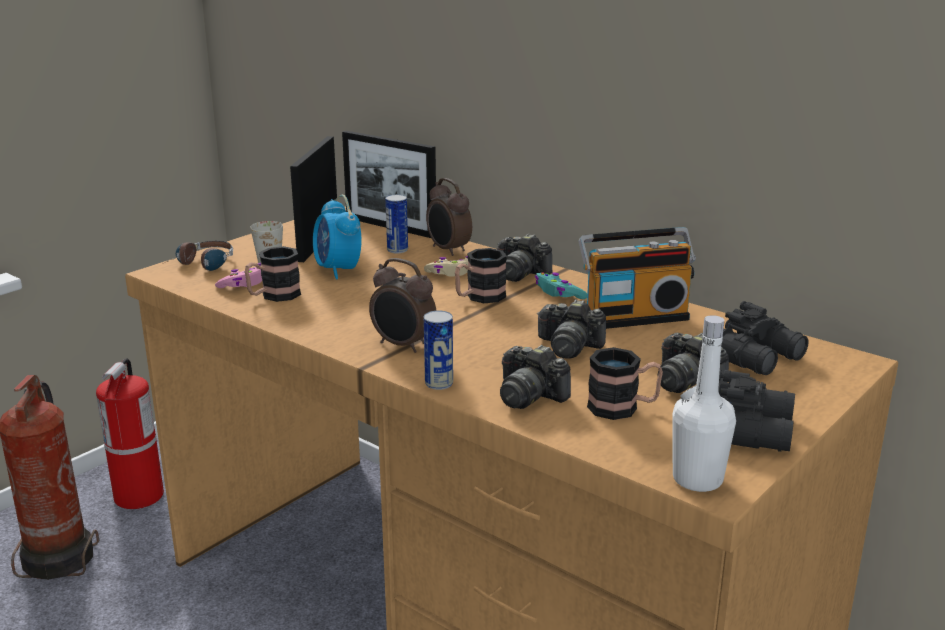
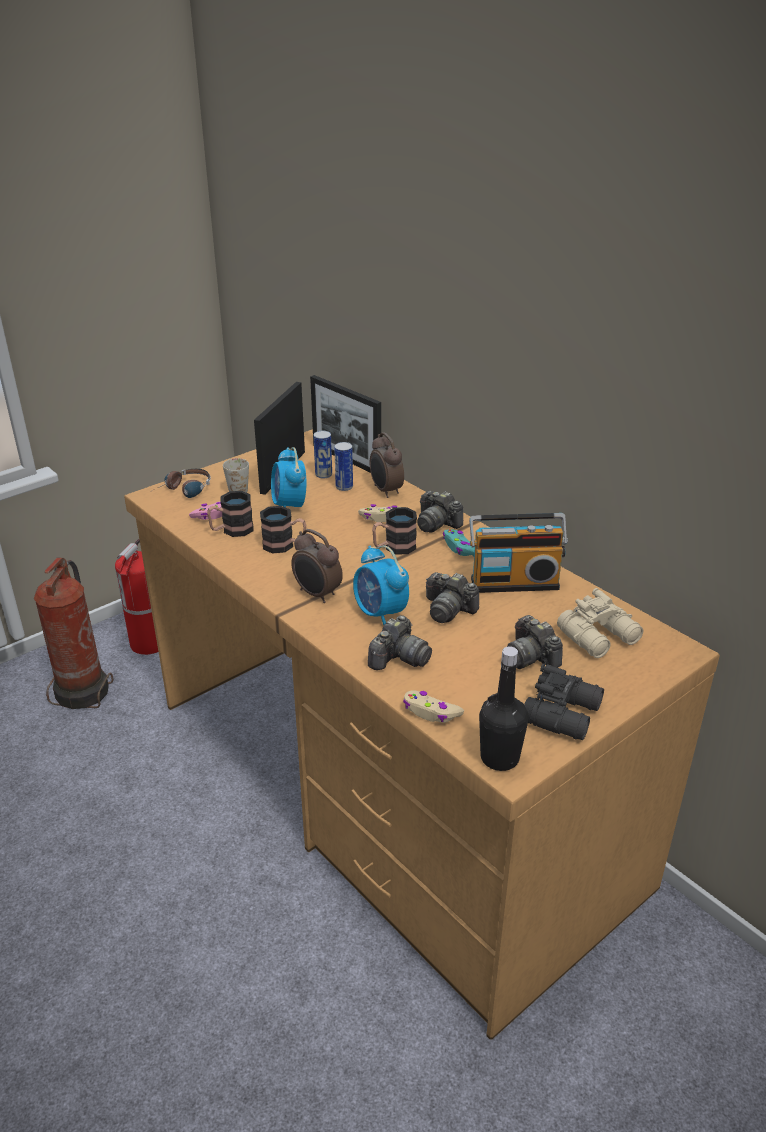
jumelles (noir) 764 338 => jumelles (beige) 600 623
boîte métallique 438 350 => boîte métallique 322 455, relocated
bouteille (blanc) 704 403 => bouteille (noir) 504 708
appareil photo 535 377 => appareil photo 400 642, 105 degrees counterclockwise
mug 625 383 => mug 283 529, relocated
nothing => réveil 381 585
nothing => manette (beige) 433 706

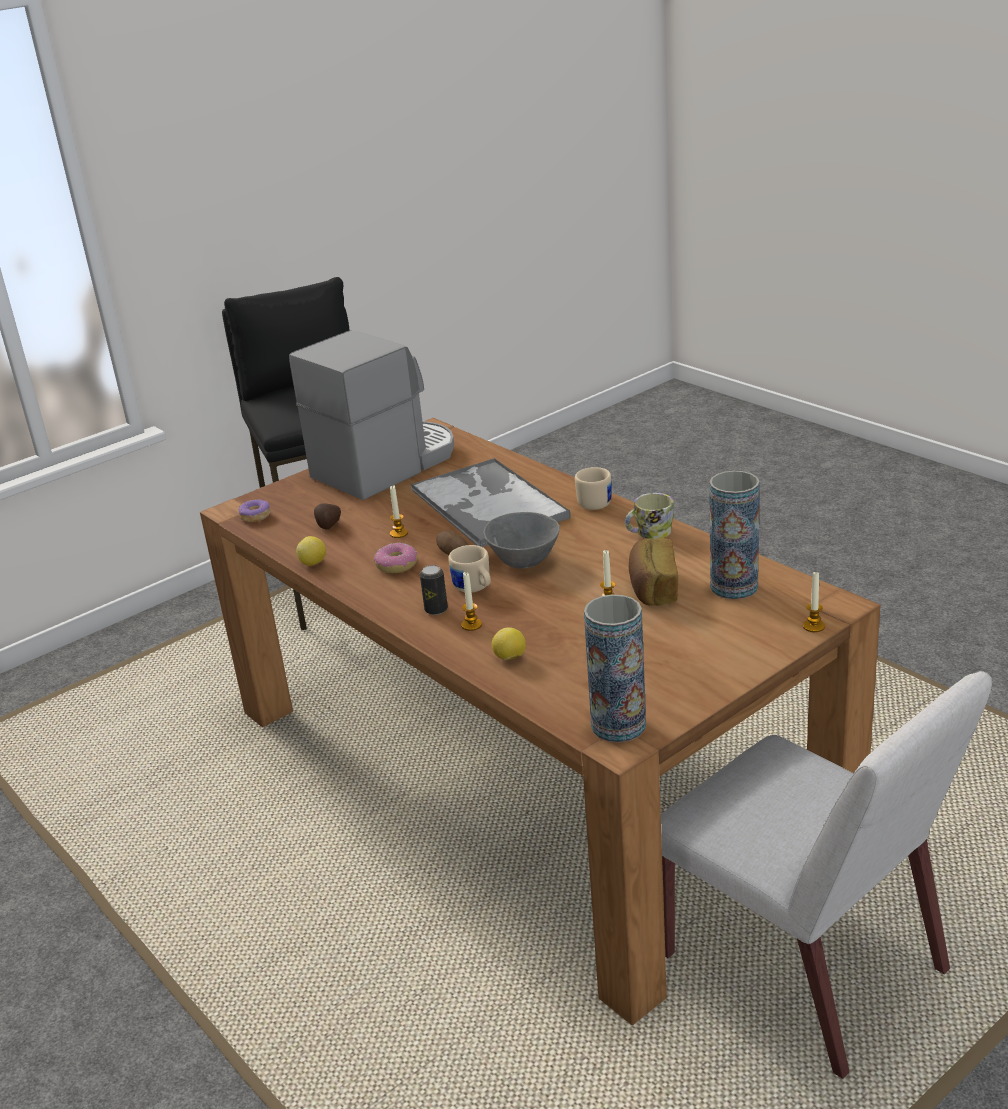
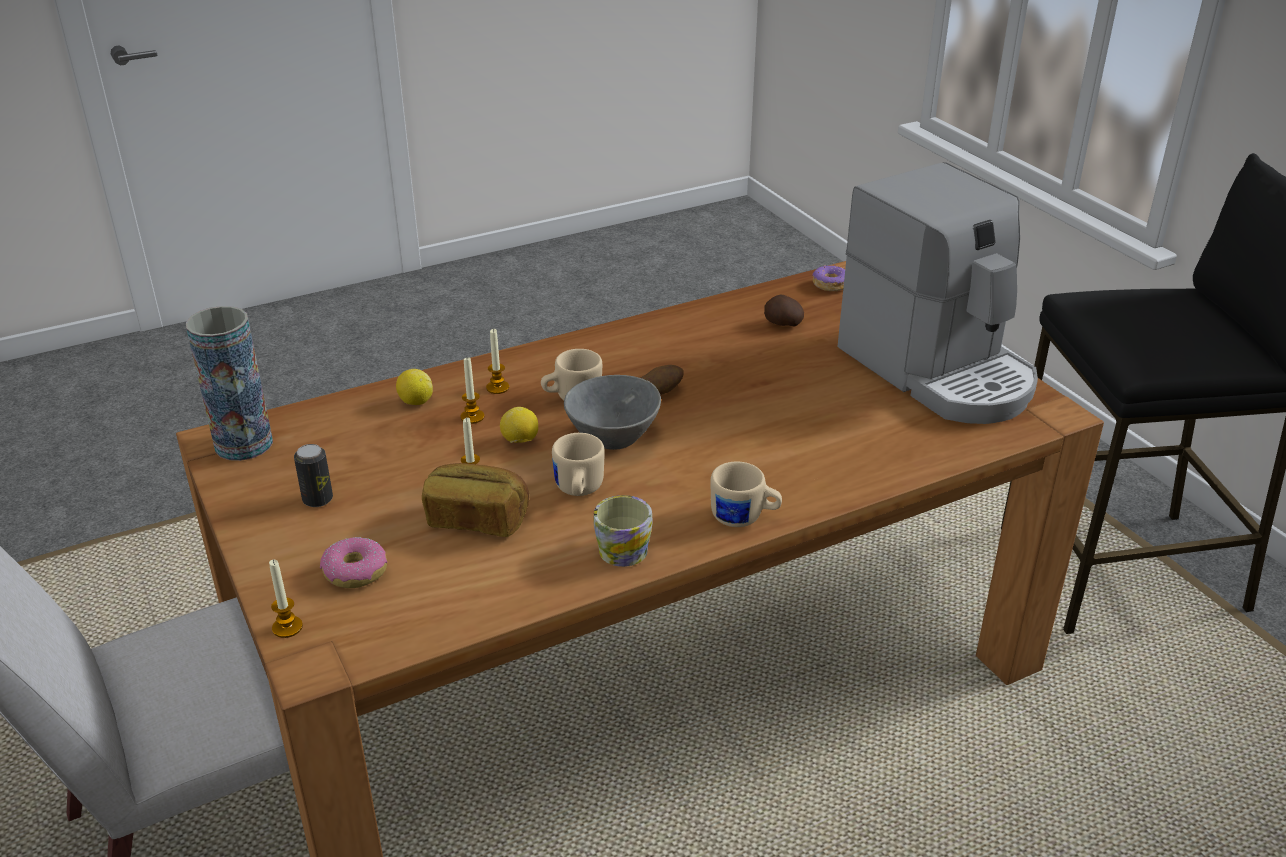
plateau 490 502 => nothing
vase 734 535 => nothing
bougie 399 512 => bougie 472 390, relocated
citron 311 551 => citron 519 425, relocated
beignet 396 558 => beignet 353 562, relocated
boîte métallique 434 590 => boîte métallique 313 475, relocated
nothing => mug (beige) 578 464

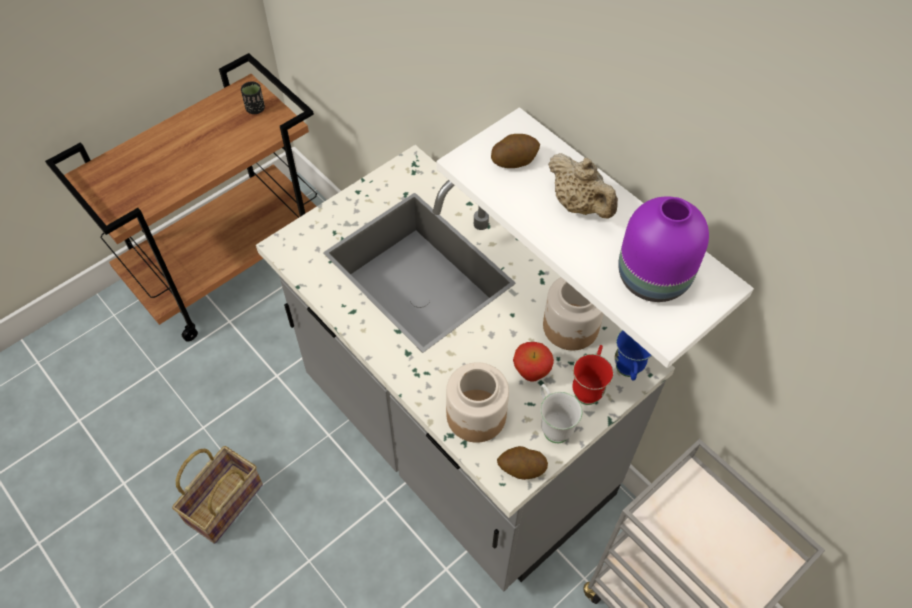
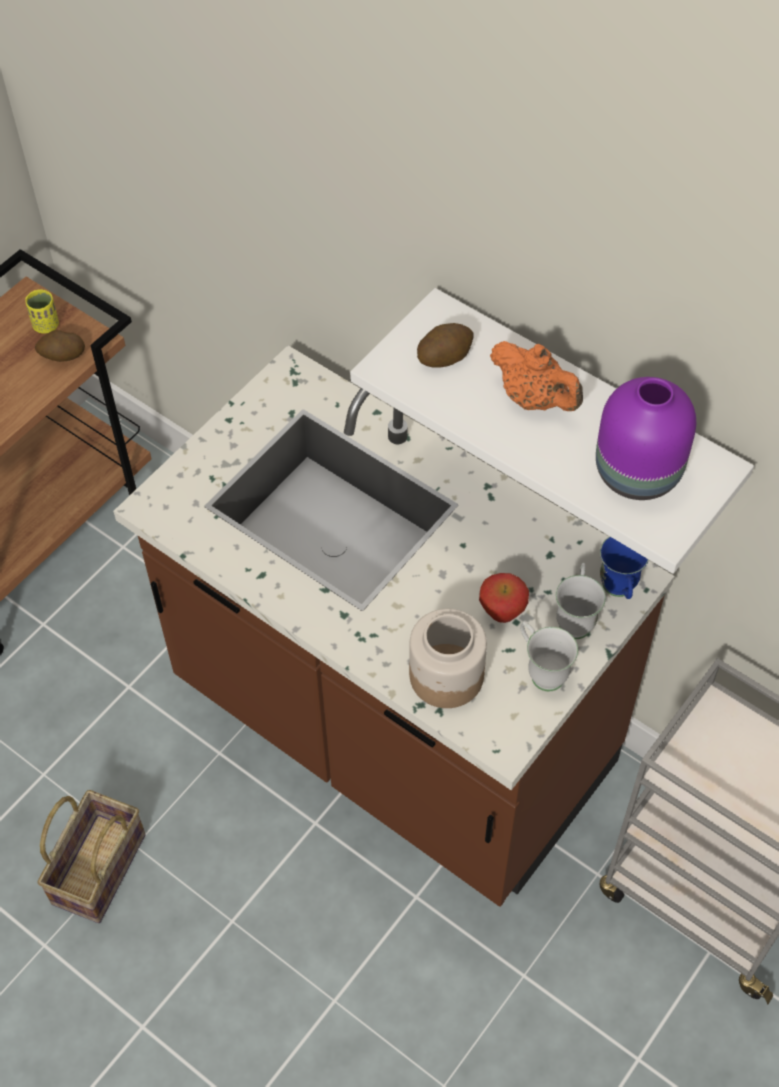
tasse (noir) 253 97 => tasse (jaune) 42 311
comptoir de cuisine (gris) 465 368 => comptoir de cuisine (marron) 393 626
théière (beige) 583 186 => théière (orange) 536 376
bocal 573 313 => nothing
mug (rouge) 593 375 => mug (blanc) 581 601
pomme de terre 522 463 => pomme de terre 60 346, relocated

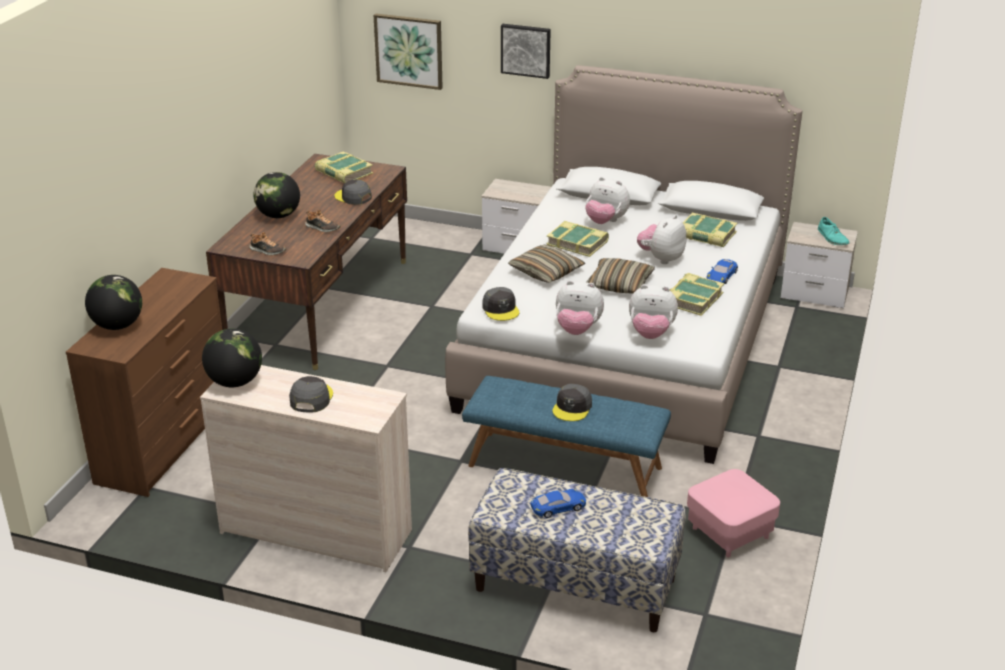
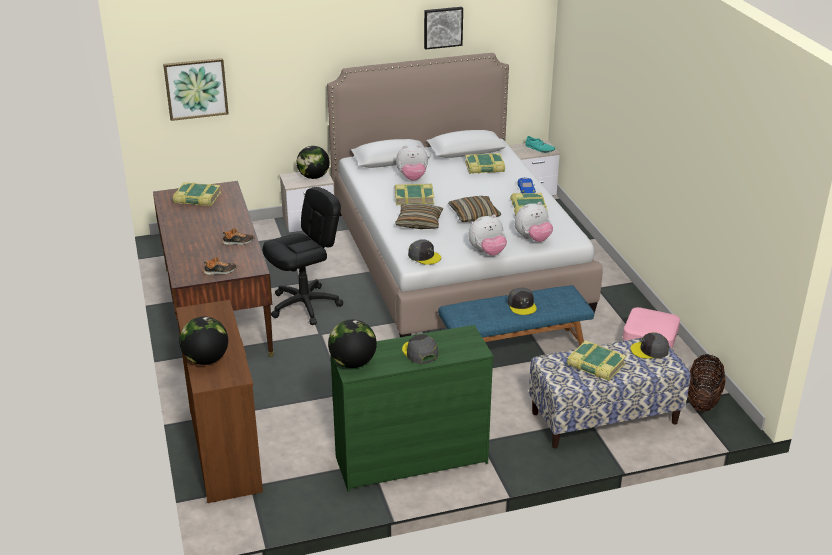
tableau 526 51 => tableau 443 28, relocated
globe 276 195 => globe 313 162, relocated
casquette (gris) 353 192 => casquette (gris) 649 345, relocated
peluche 662 239 => nothing
commode (beige) 306 468 => commode (vert) 412 408
petite voiture (bleu) 558 503 => livre 596 360
nothing => chaise de bureau (noir) 303 256
nothing => panier 706 383

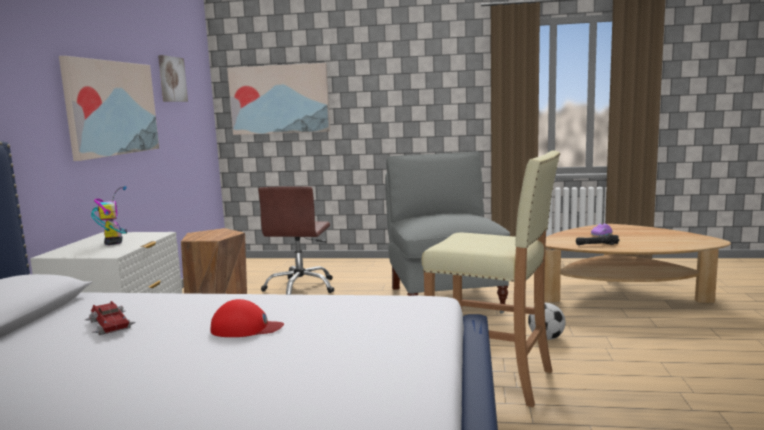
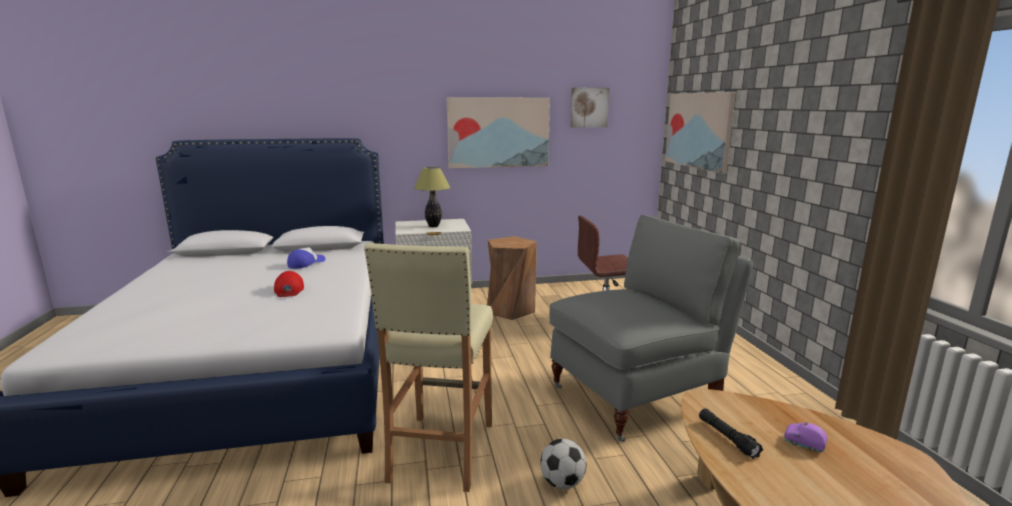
robot jouet 109 215 => lampe de table 432 197
petite voiture 110 318 => casquette 306 258

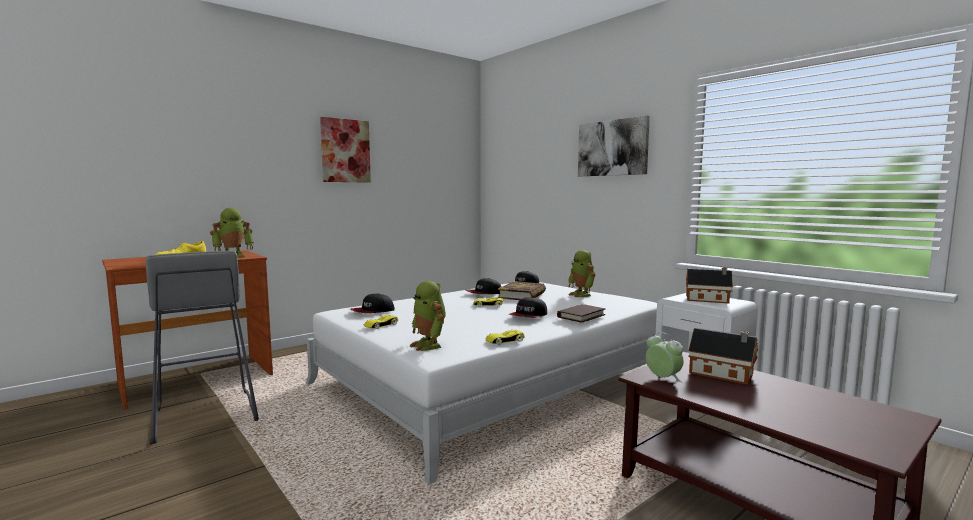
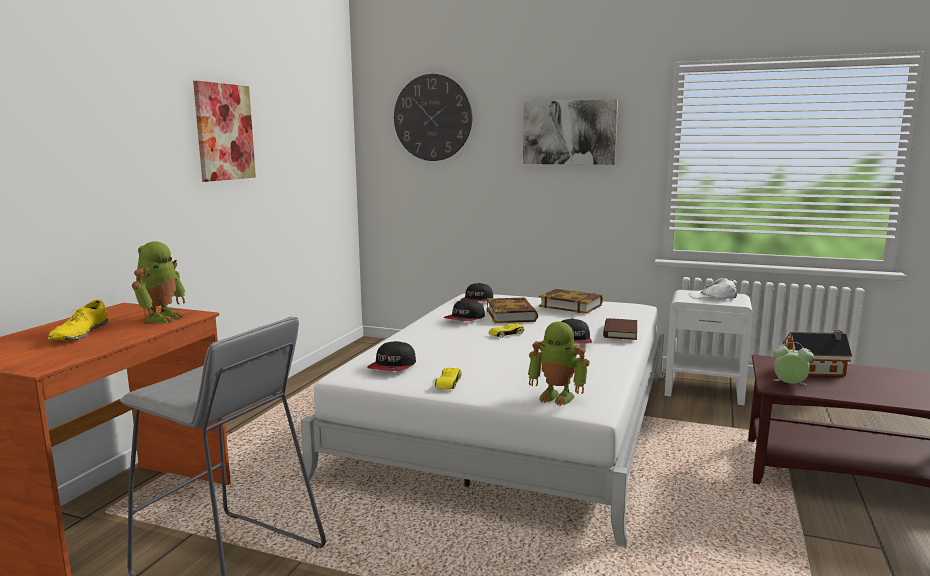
robot jouet 581 273 => livre 571 301
maison miniature 709 285 => casquette (blanc) 713 288
petite voiture (jaune) 505 337 => nothing
nothing => horloge murale 433 117

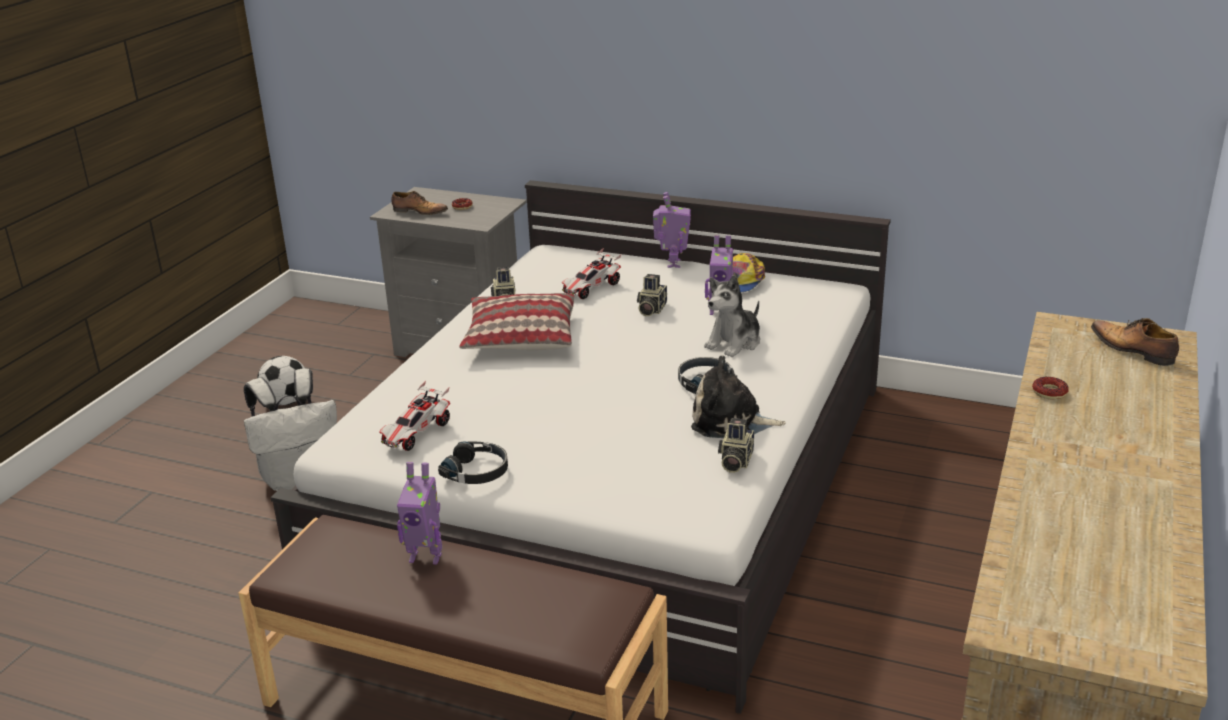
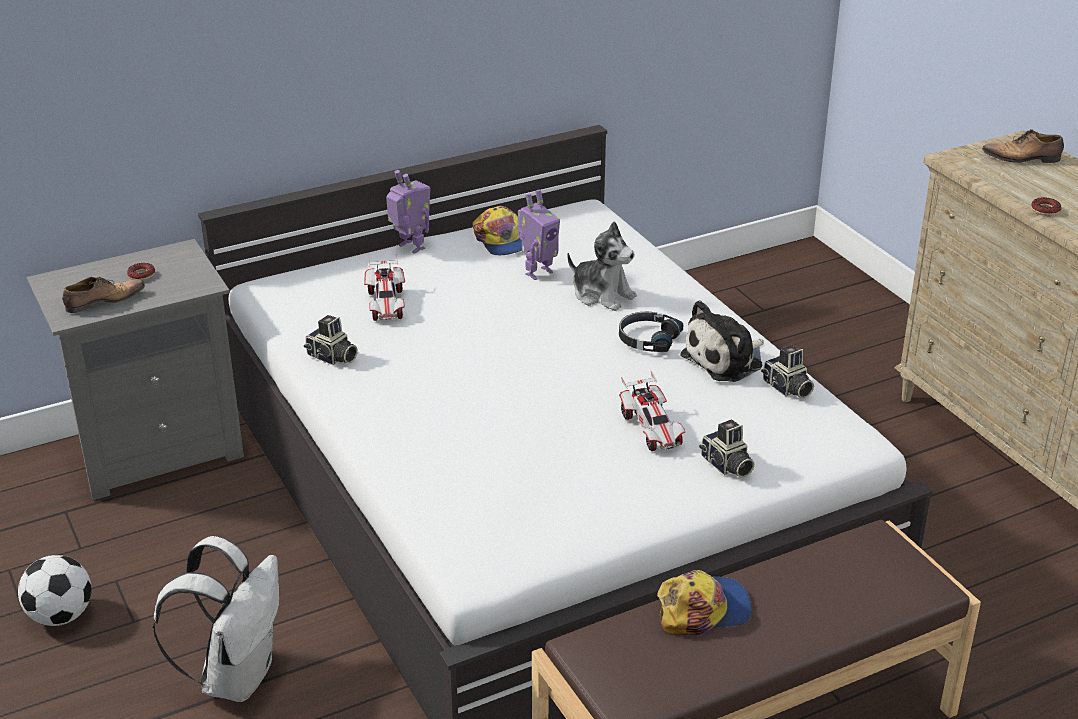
appareil photo 652 295 => appareil photo 727 448, relocated
peluche 732 316 => peluche 602 266, 45 degrees counterclockwise
coussin 517 321 => nothing
petite voiture 414 416 => petite voiture 652 411, relocated
casque audio (noir) 473 462 => nothing
robot jouet 419 513 => casquette 704 602

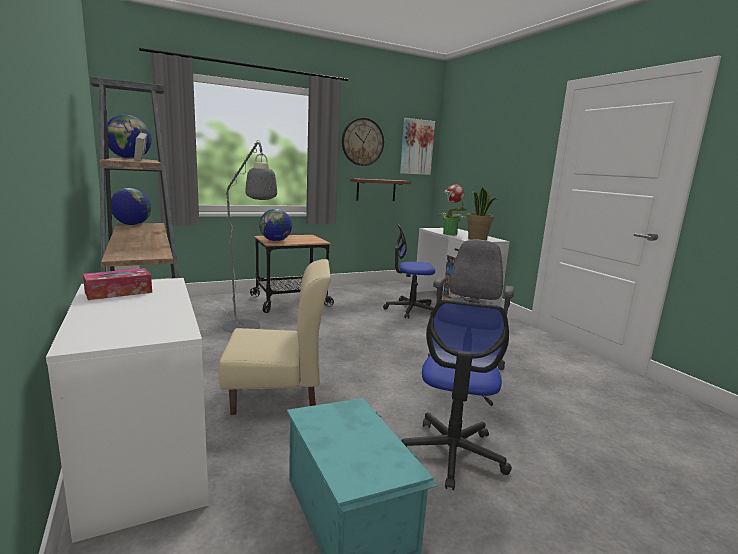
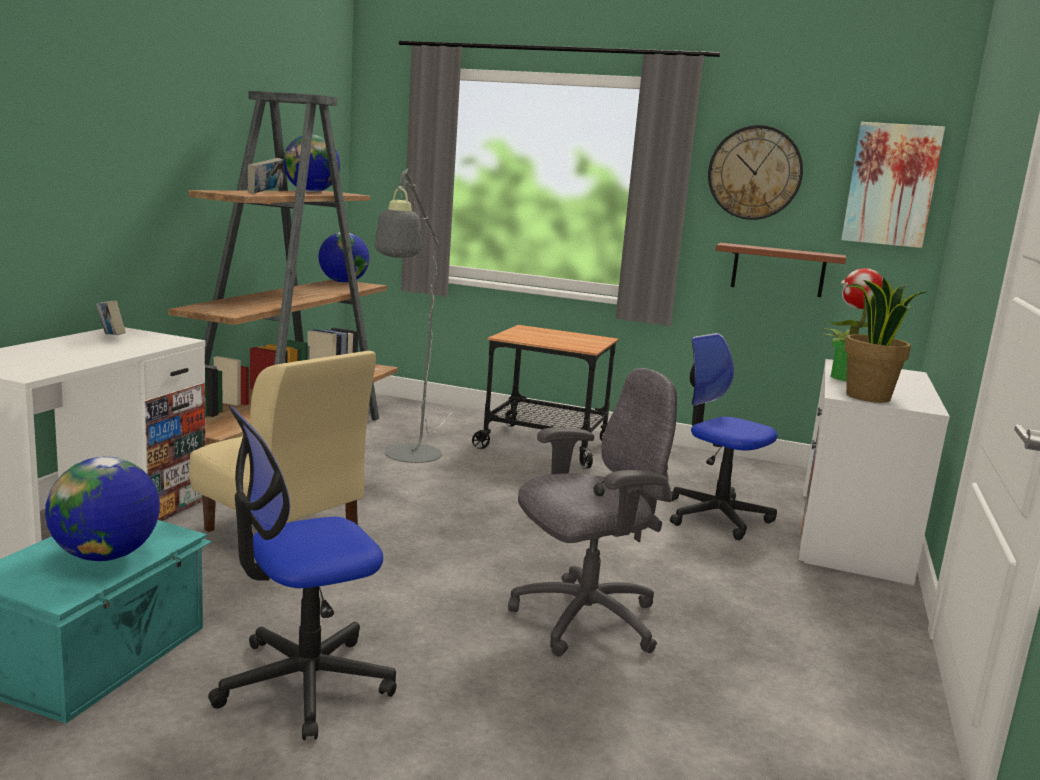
globe 275 225 => globe 102 509, relocated
boîte à mouchoirs 117 284 => livre 111 317

